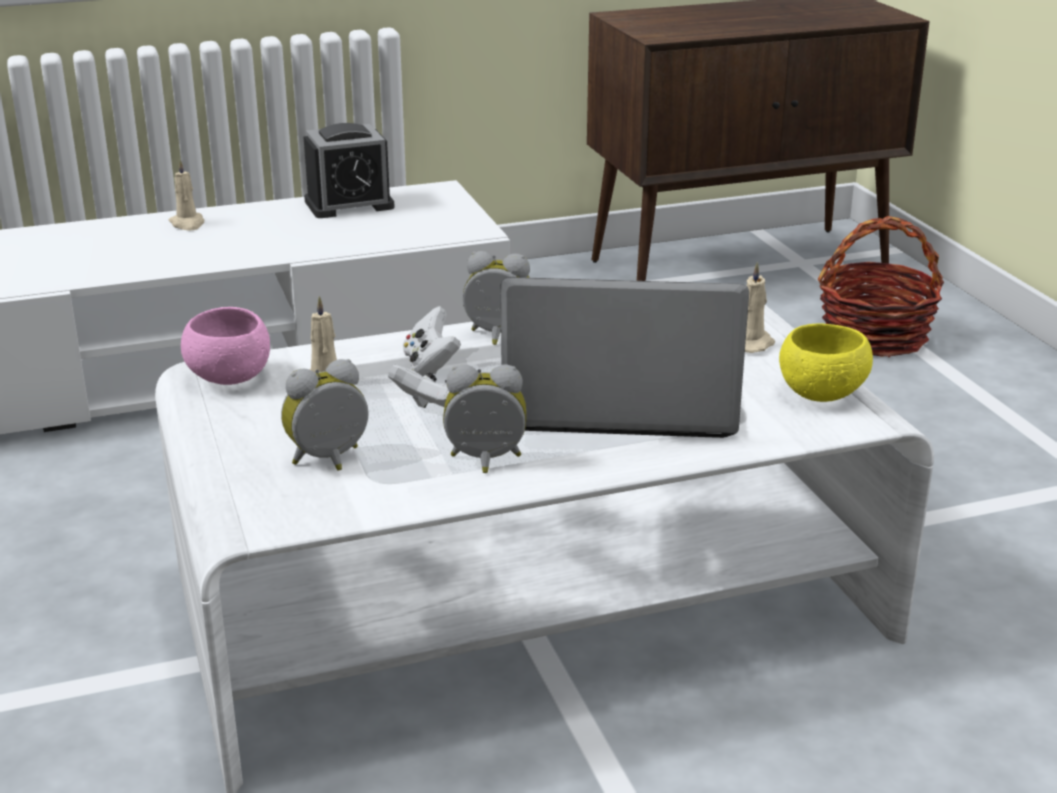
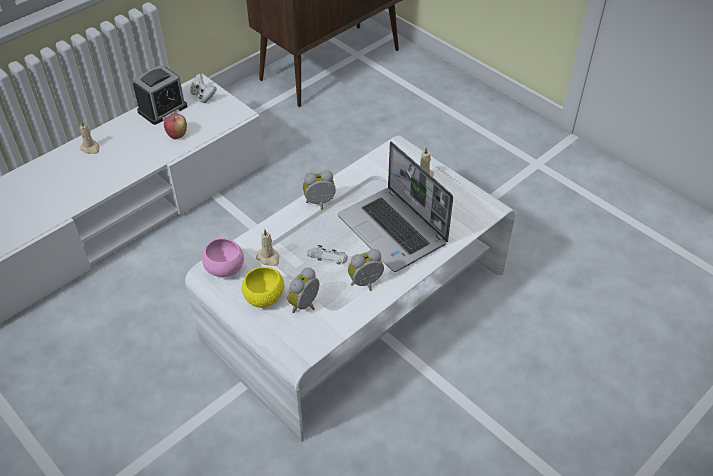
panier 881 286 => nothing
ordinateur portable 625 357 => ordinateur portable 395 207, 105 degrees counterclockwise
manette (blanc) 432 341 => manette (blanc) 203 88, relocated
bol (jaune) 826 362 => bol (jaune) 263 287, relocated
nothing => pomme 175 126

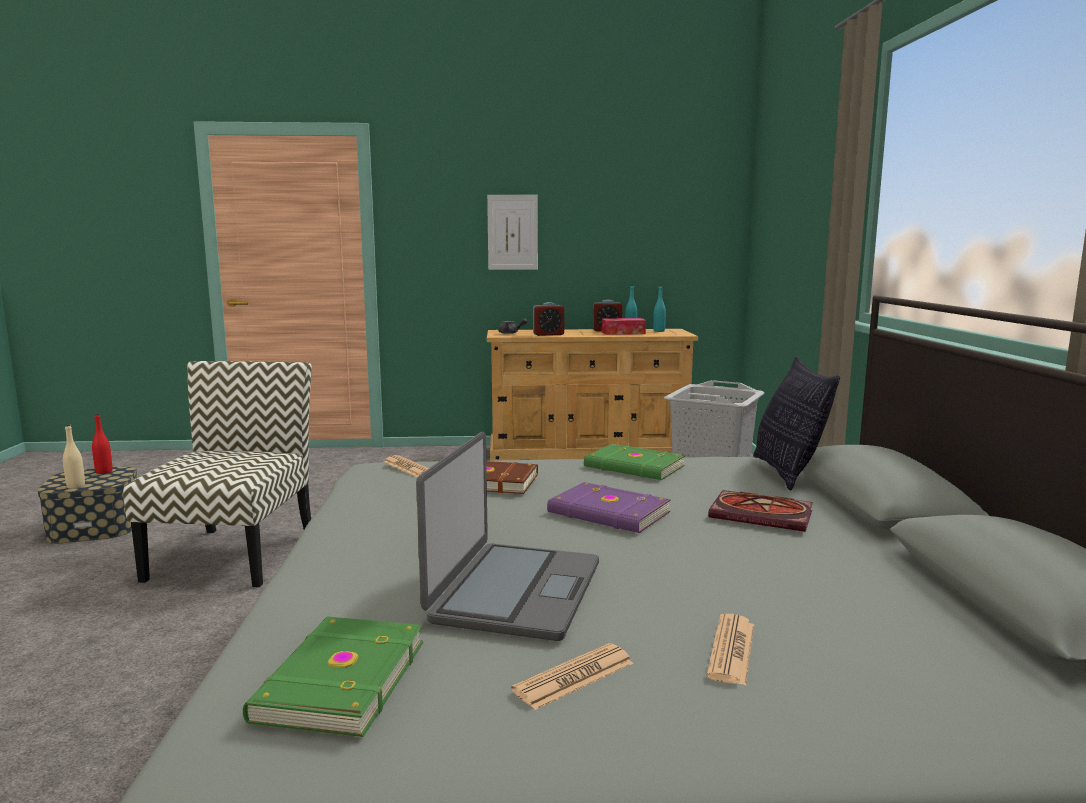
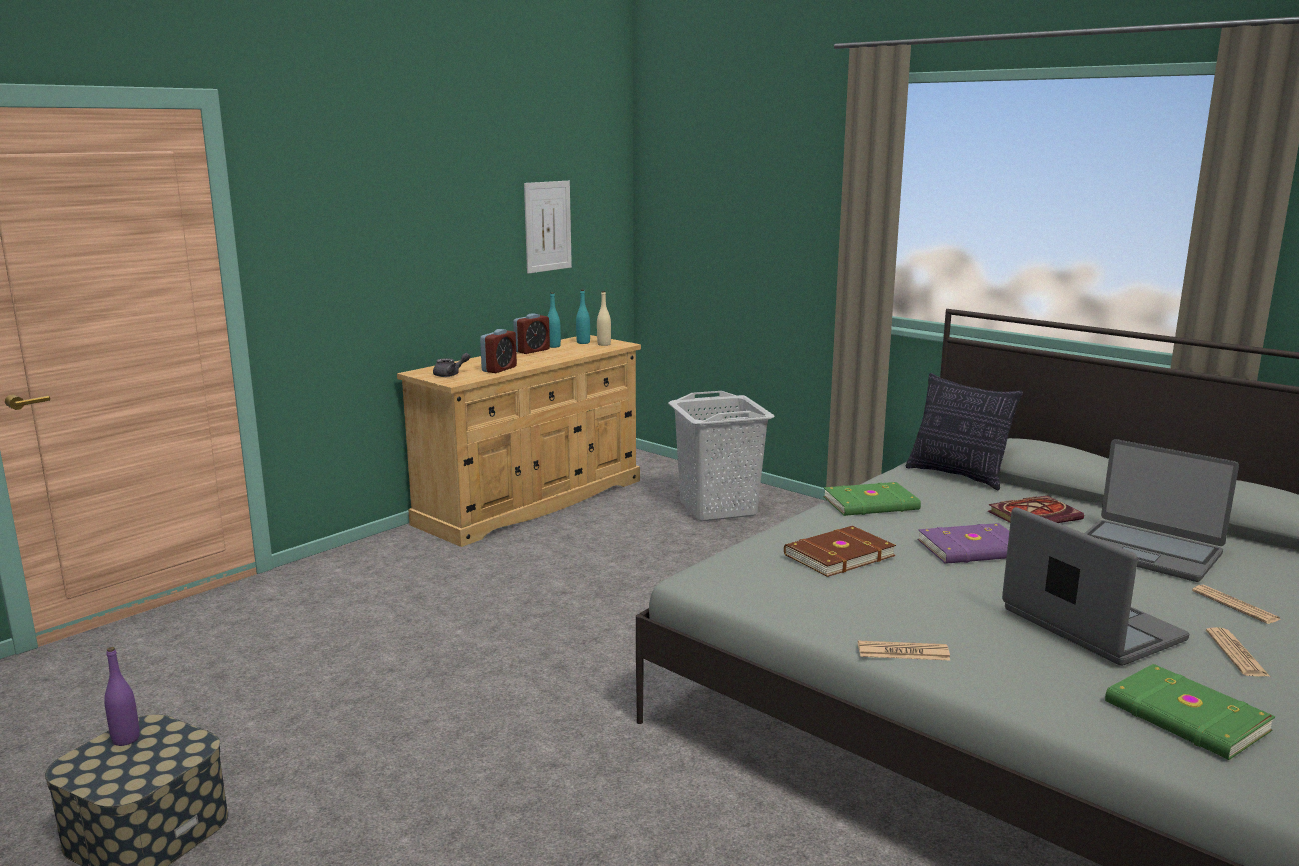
tableau 512 232 => tableau 548 227, relocated
boîte à mouchoirs 624 326 => nothing
chaise 217 474 => nothing
bouteille (rouge) 102 444 => bouteille (violet) 122 696
bouteille (beige) 74 456 => bouteille (beige) 604 318, relocated
journal 406 466 => journal 904 651, relocated
nothing => ordinateur portable 1162 510

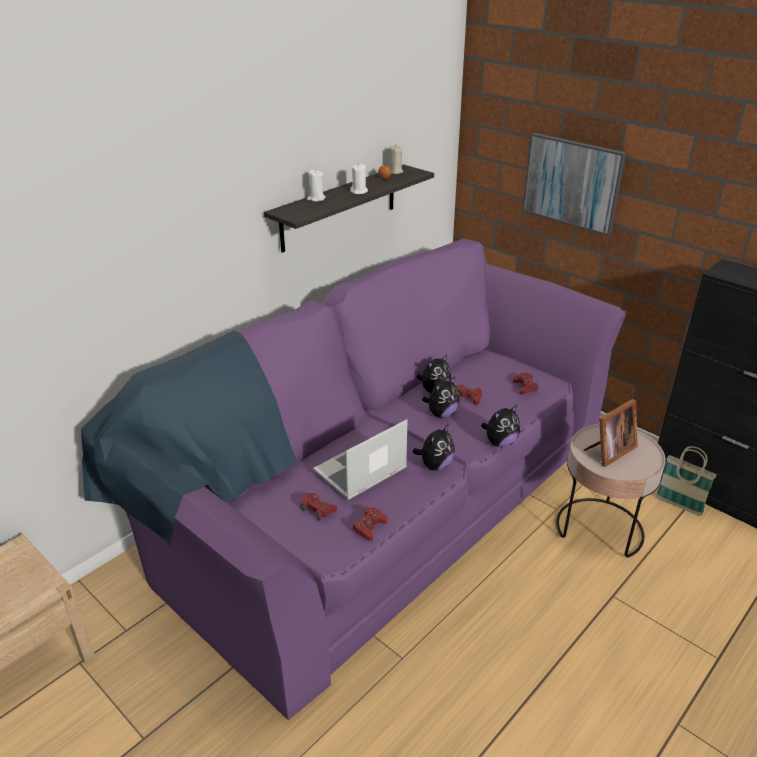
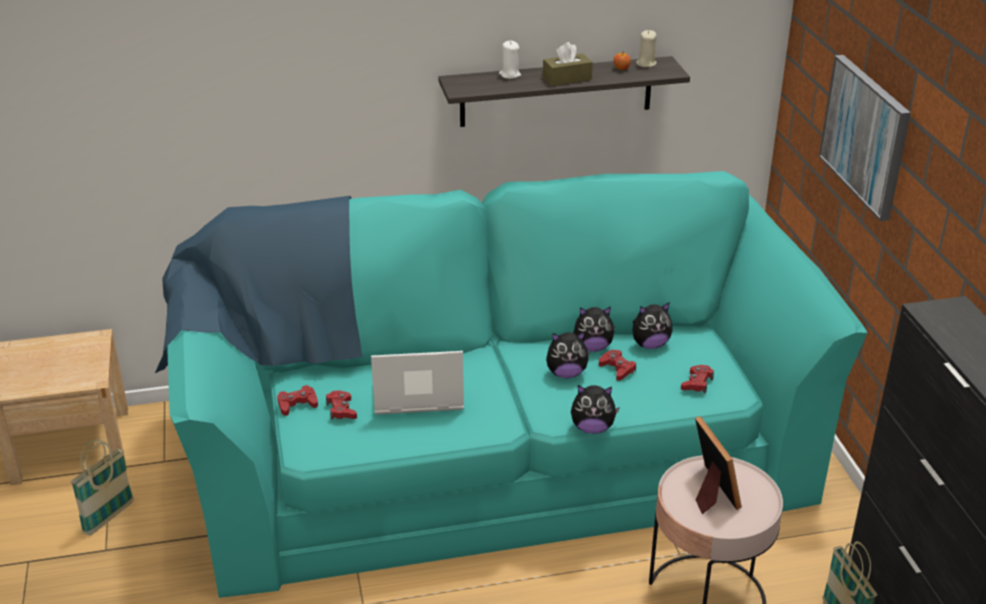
bougie (blanc) 359 179 => boîte à mouchoirs (marron) 568 64
canapé (violet) 354 479 => canapé (turquoise) 511 384
cadre photo 610 433 => cadre photo 718 465, 105 degrees counterclockwise
peluche 434 447 => peluche 652 325, relocated
manette (rouge) 370 524 => manette (rouge) 297 400, relocated
nothing => panier 102 487

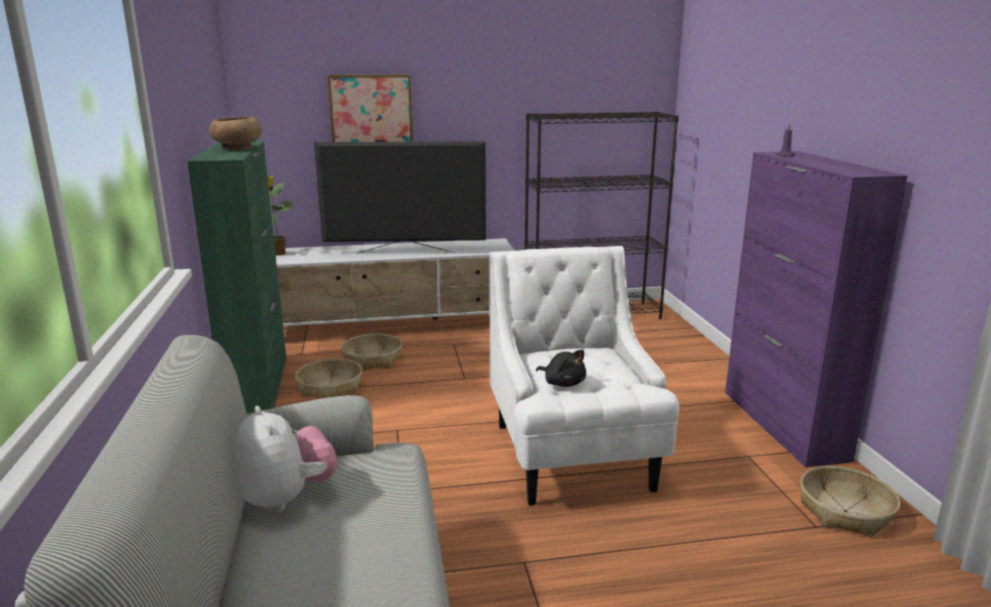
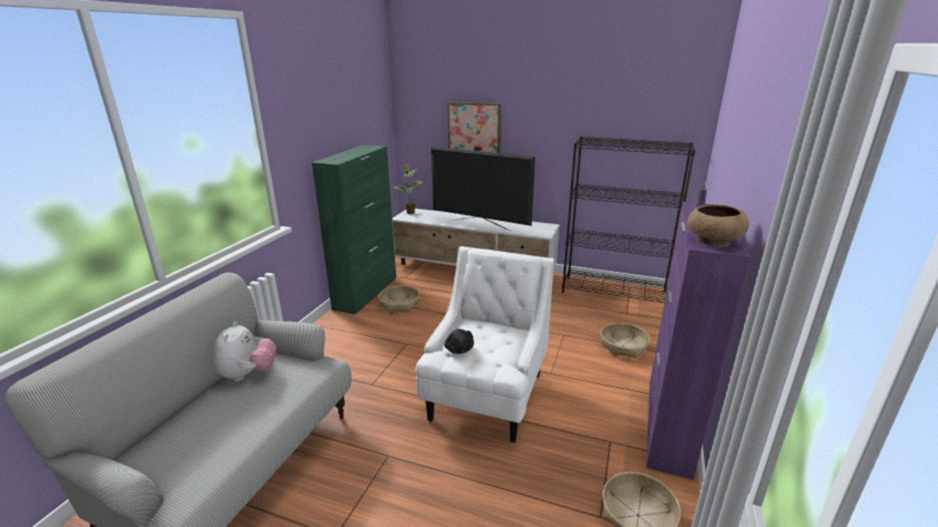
bol (marron) 235 133 => bol (marron) 718 225, relocated
panier 371 352 => panier 625 340, relocated

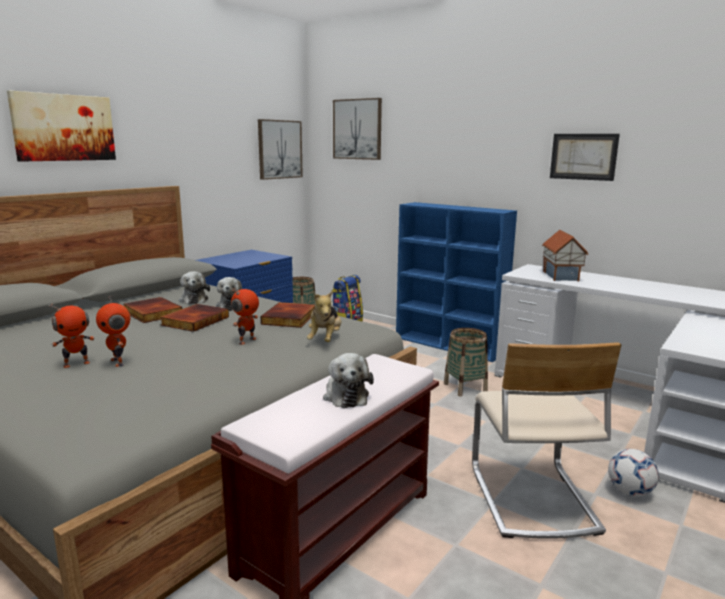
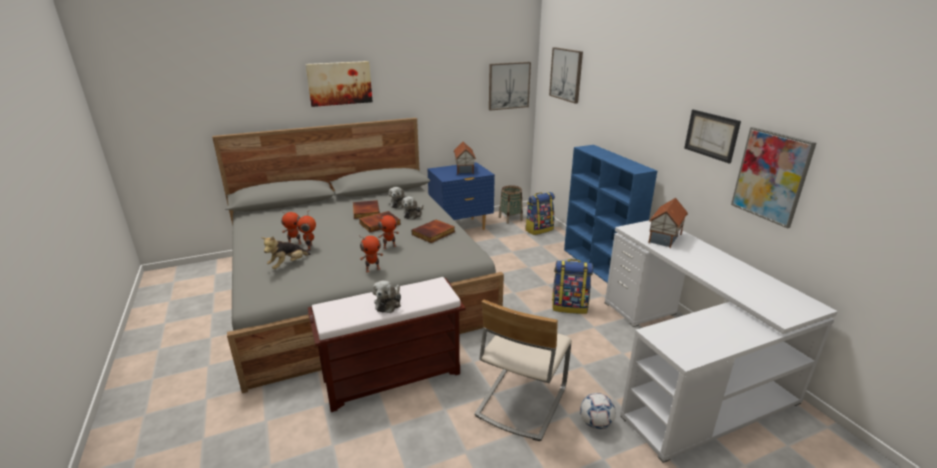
peluche 324 316 => peluche 286 252, relocated
panier 466 362 => sac à dos 572 286
nothing => tableau 773 177
nothing => maison miniature 464 158
nothing => robot jouet 371 254

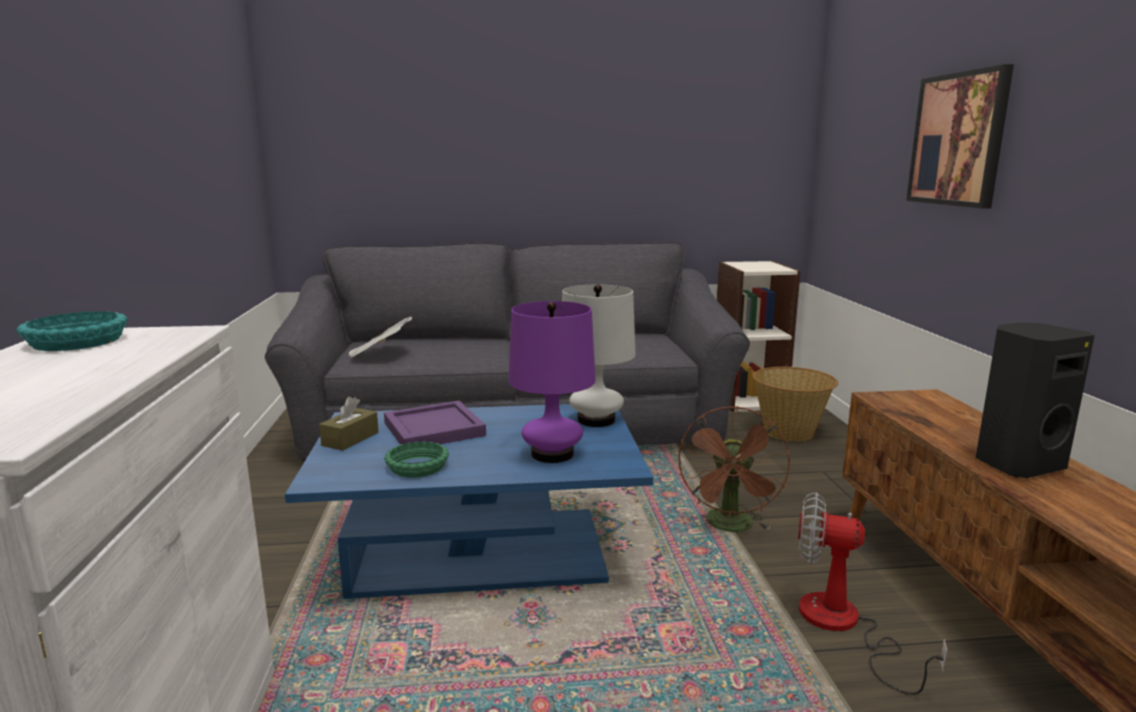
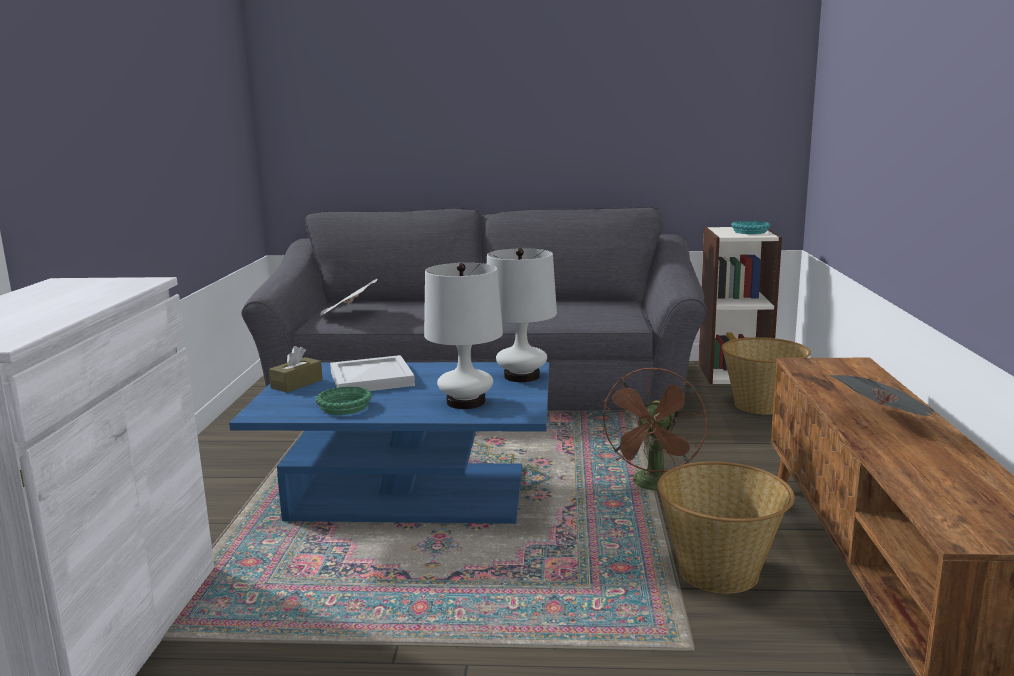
tableau 960 136 => nothing
lampe de table (violet) 551 382 => lampe de table (blanc) 463 336
bol (turquoise) 72 331 => bol (turquoise) 750 227, relocated
enceinte (noir) 1035 400 => journal 882 395
plateau (violet) 435 423 => plateau (blanc) 372 373
ventilateur 872 593 => panier 726 527

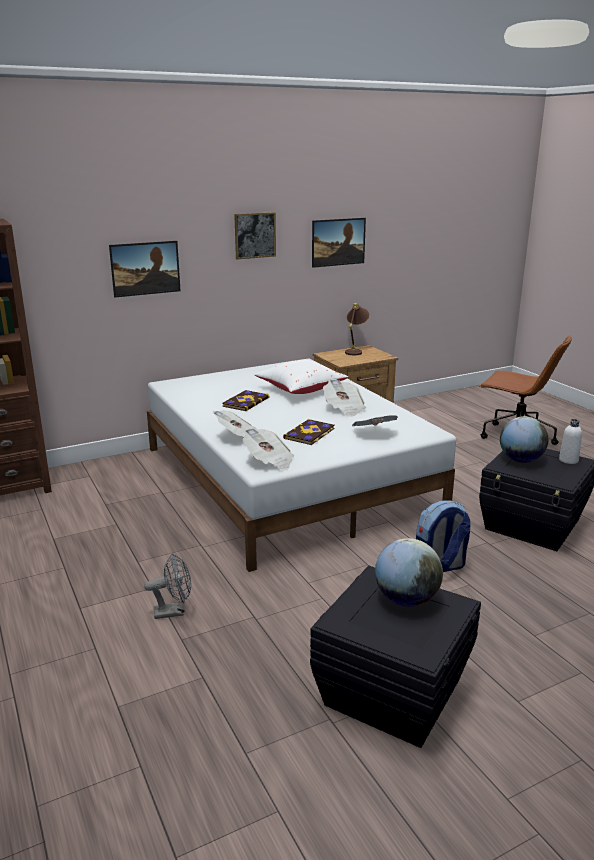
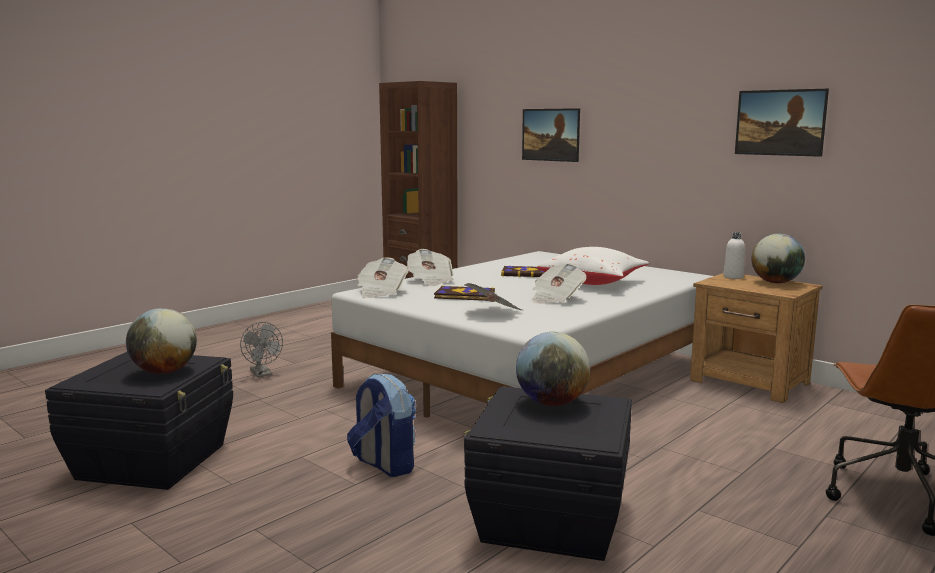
tableau 255 235 => nothing
lampe de table (marron) 357 329 => globe 778 258
bouteille (blanc) 570 441 => bouteille (blanc) 734 255, relocated

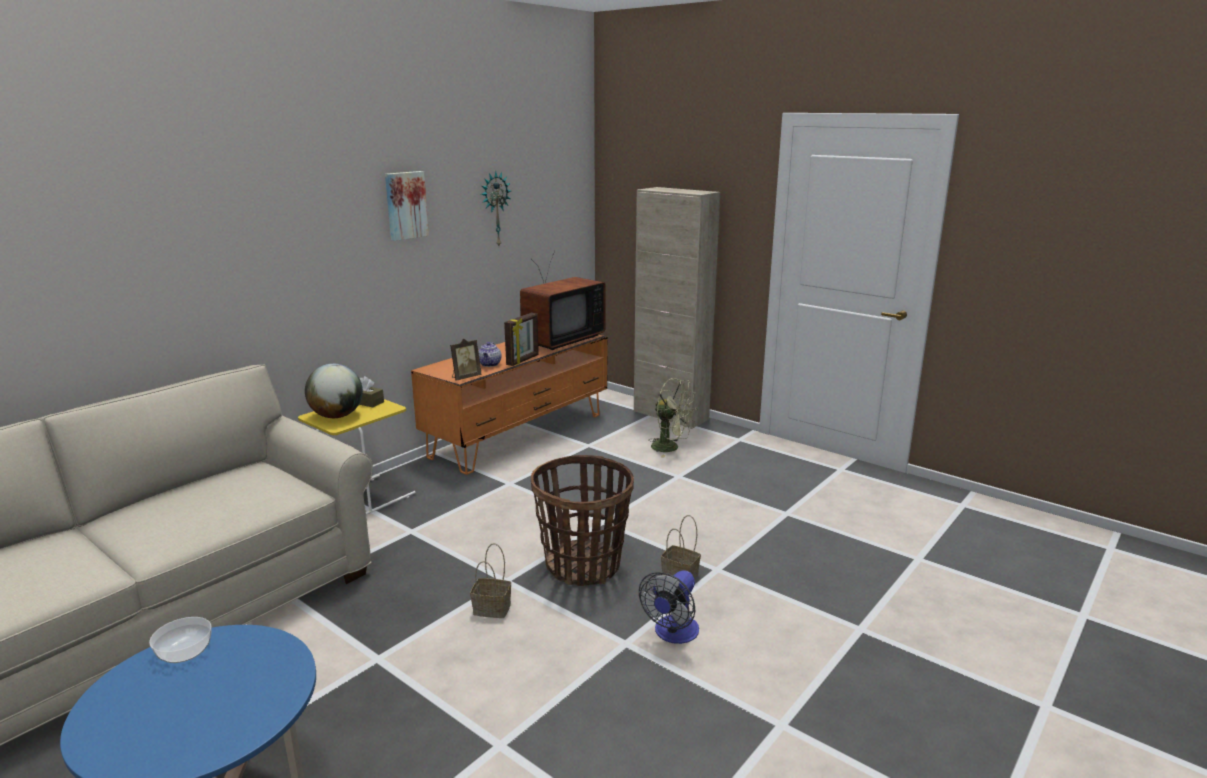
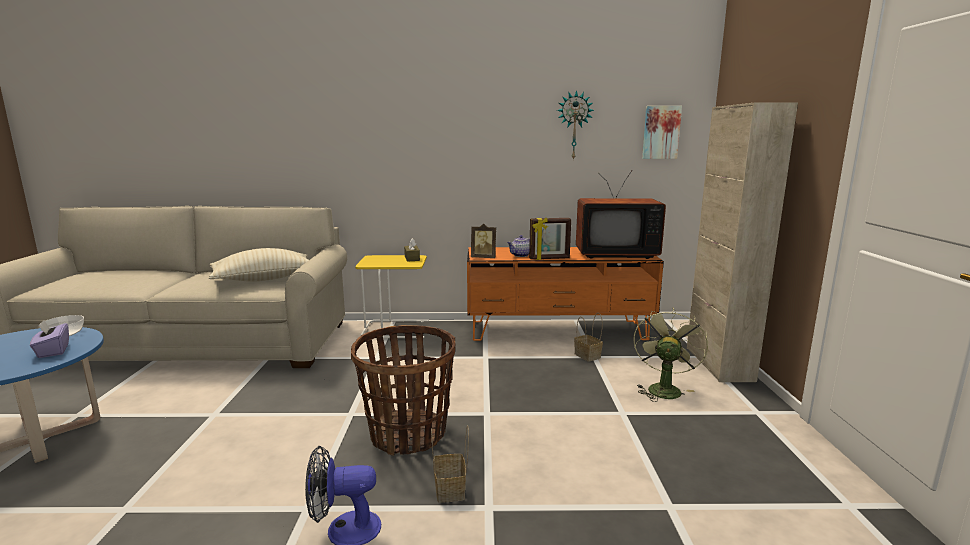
tableau 407 206 => tableau 662 132, relocated
globe 334 391 => nothing
ventilateur (vert) 673 418 => ventilateur (vert) 670 354, 150 degrees counterclockwise
panier 490 580 => panier 588 337, relocated
nothing => coussin (beige) 259 265
nothing => boîte à mouchoirs (violet) 49 339

